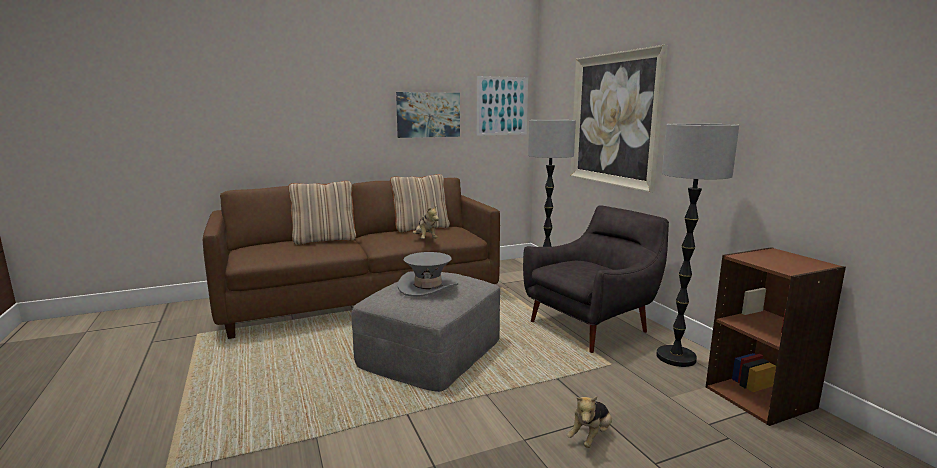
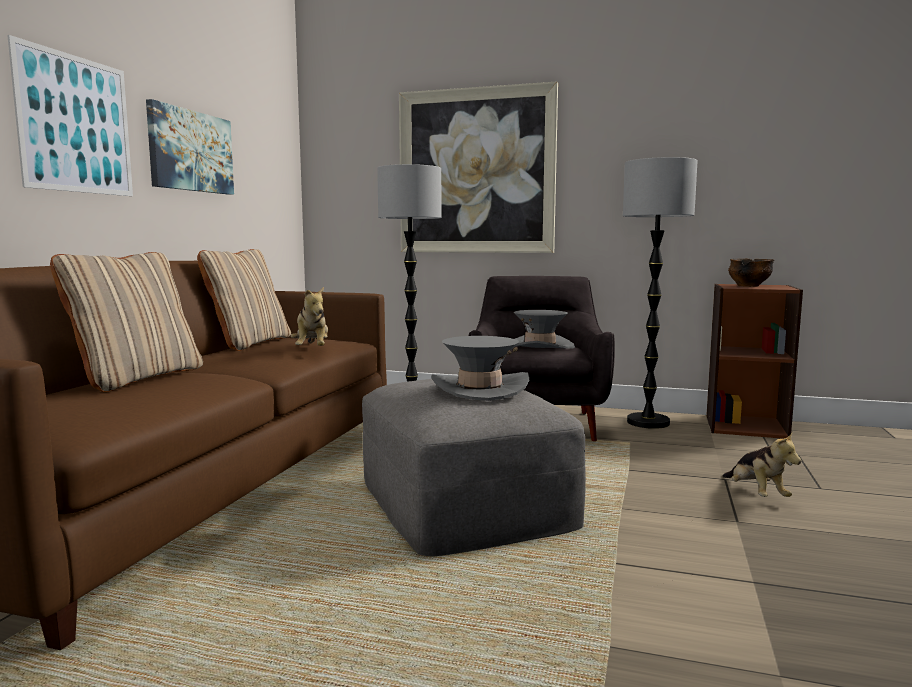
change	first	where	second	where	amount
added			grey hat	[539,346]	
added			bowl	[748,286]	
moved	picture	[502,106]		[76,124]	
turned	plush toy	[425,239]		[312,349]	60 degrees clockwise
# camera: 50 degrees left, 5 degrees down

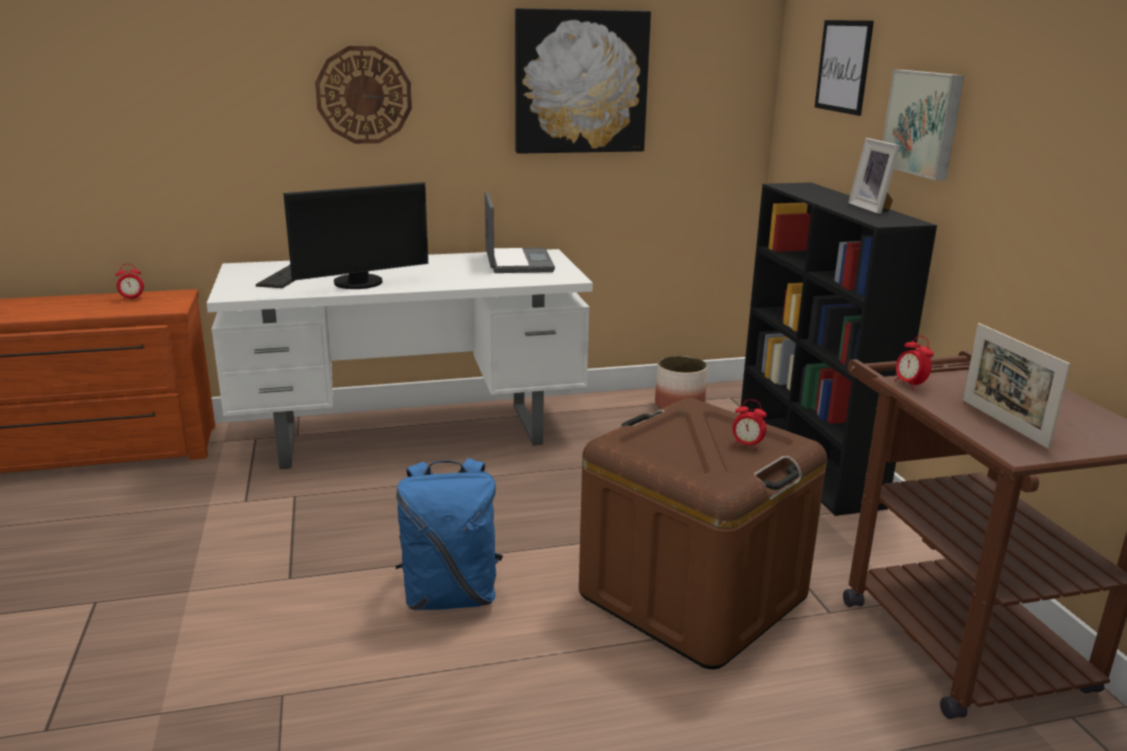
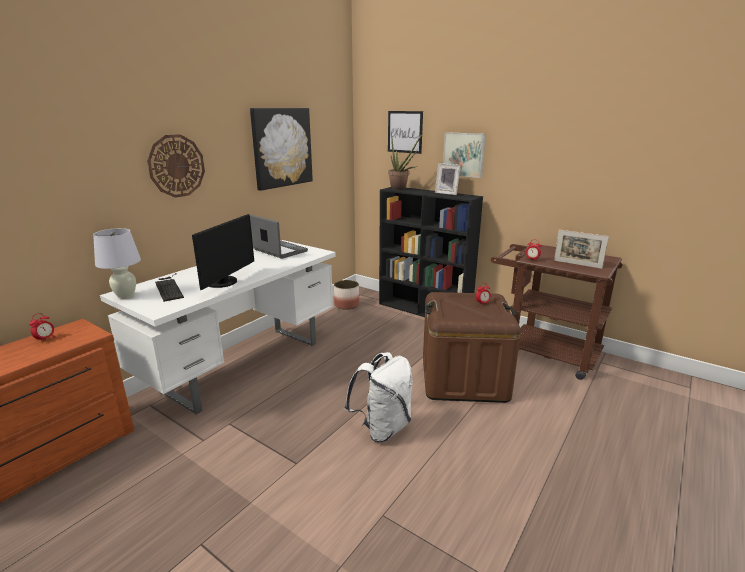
change	first	where	second	where	amount
added			white table lamp	[126,296]	
added			potted plant	[401,189]	
recoloured	blue backpack	[451,596]	white backpack	[382,428]	
# camera: 40 degrees left, 0 degrees up

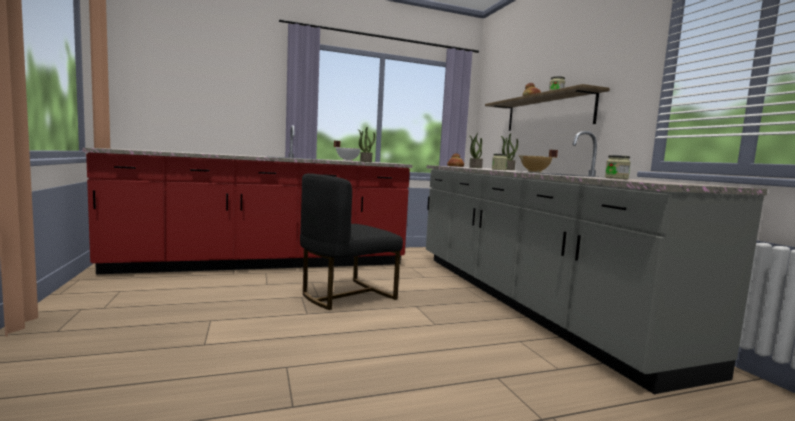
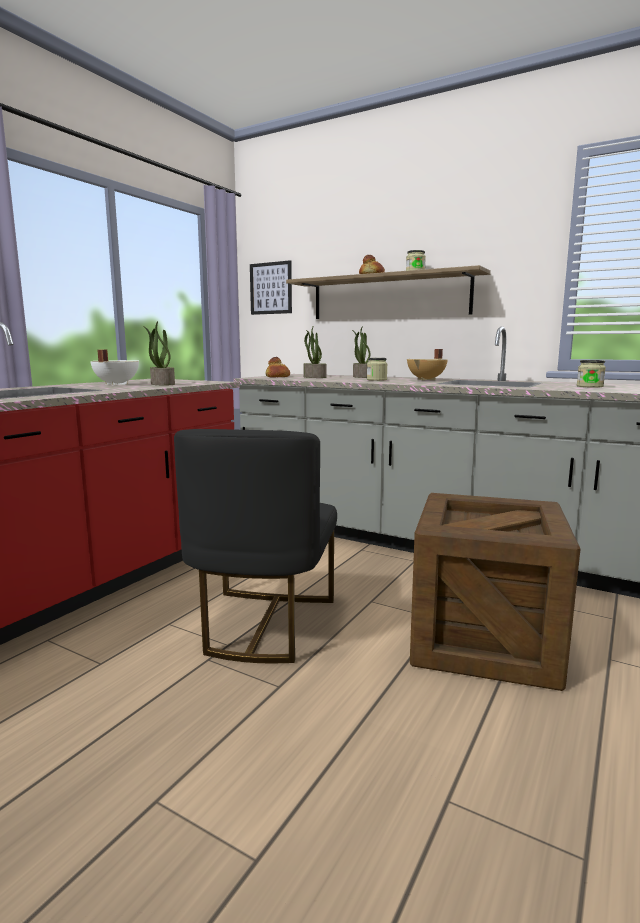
change	first	where	second	where	amount
added			picture	[271,288]	
added			crate	[484,641]	
# camera: 40 degrees left, 5 degrees up

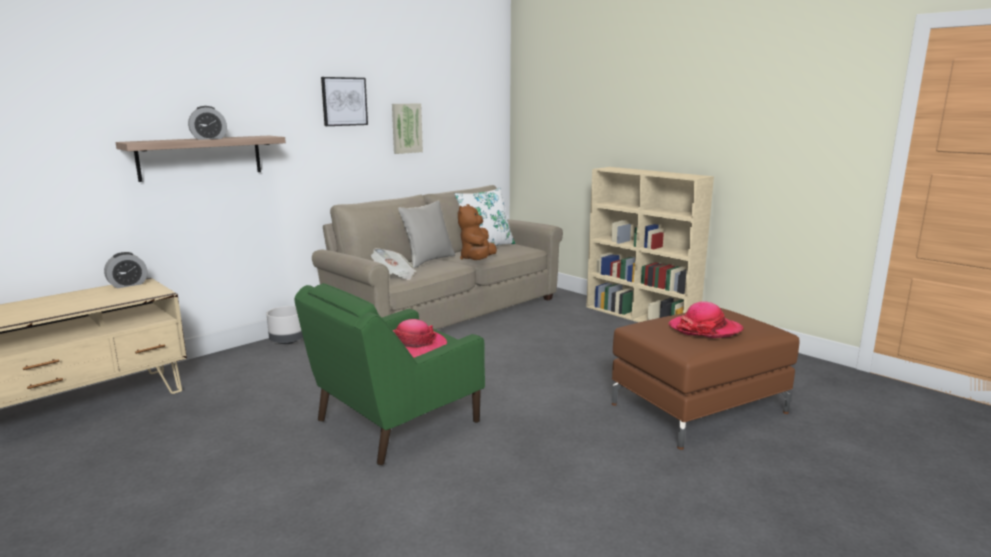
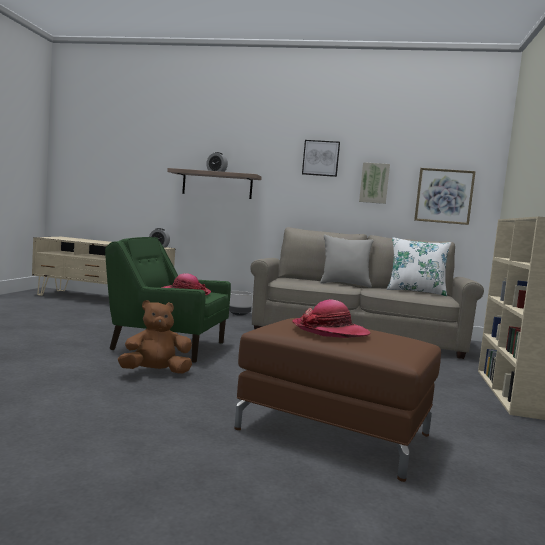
change	first	where	second	where	amount
removed	newspaper	[394,275]			
added			picture	[444,196]	
moved	brown plush toy	[477,260]		[155,372]	
# camera: 55 degrees right, 10 degrees down

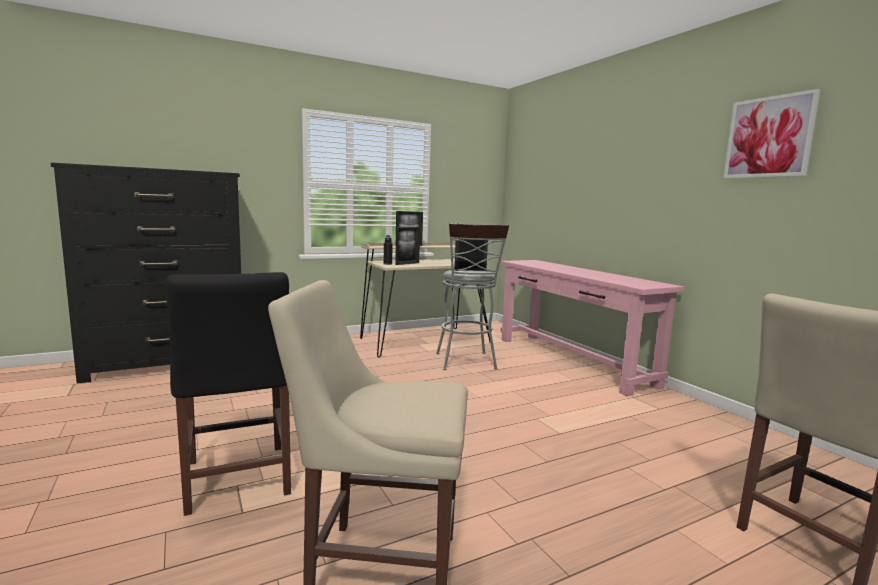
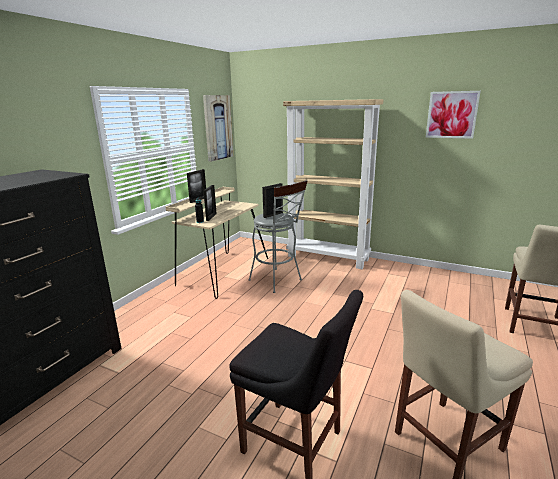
change	first	where	second	where	amount
added			picture	[218,127]	
replaced	pink console table	[571,361]	beige bookcase	[328,258]	
# camera: 35 degrees left, 10 degrees up

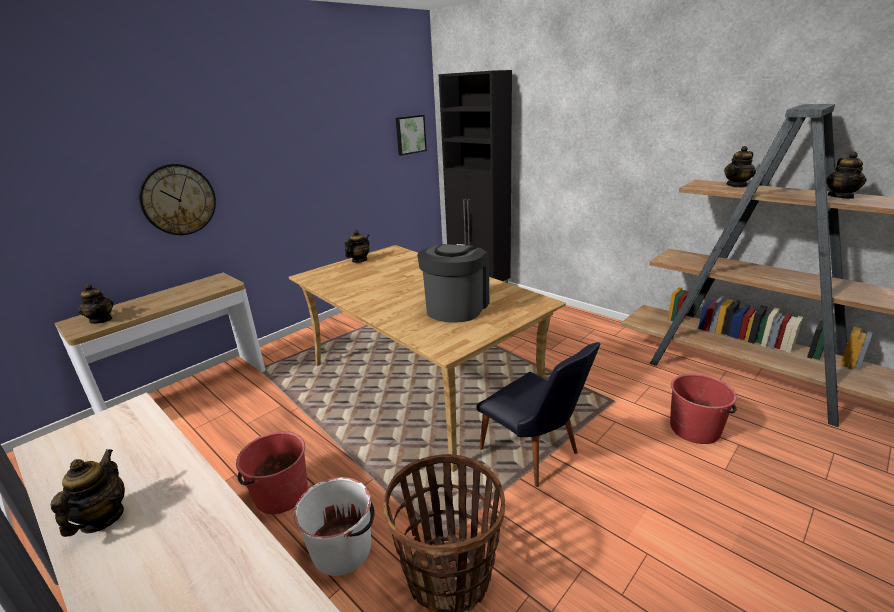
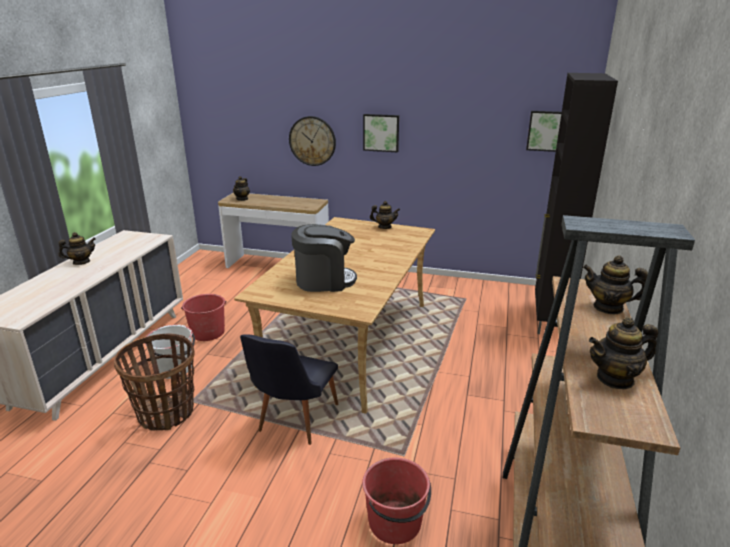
change	first	where	second	where	amount
added			picture	[381,132]	
# camera: 60 degrees right, 0 degrees up

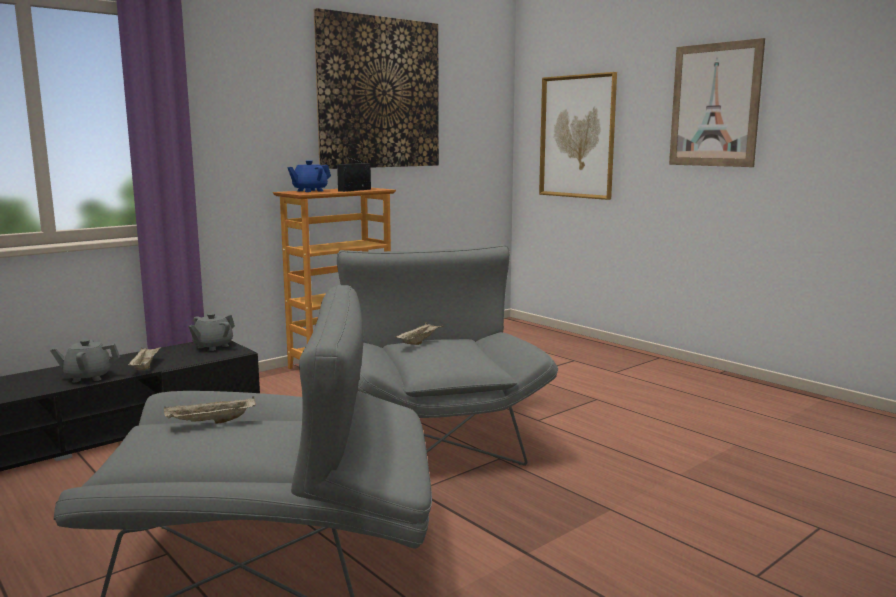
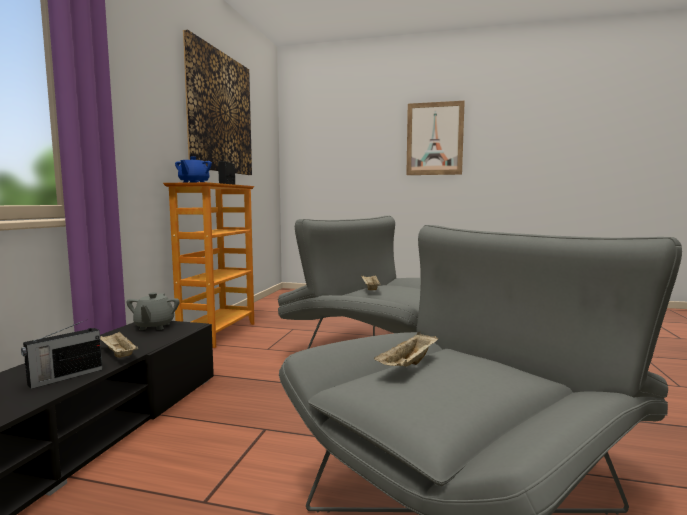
change	first	where	second	where	amount
removed	picture	[577,137]			
replaced	grey teapot	[88,377]	radio	[64,377]	
# camera: 35 degrees left, 5 degrees down

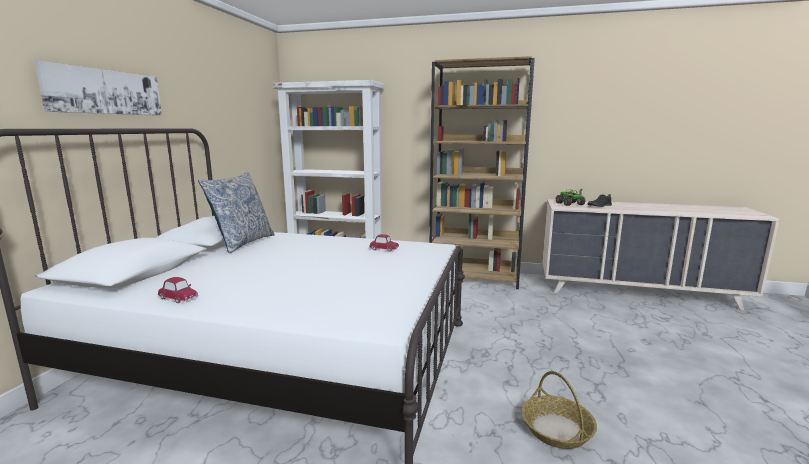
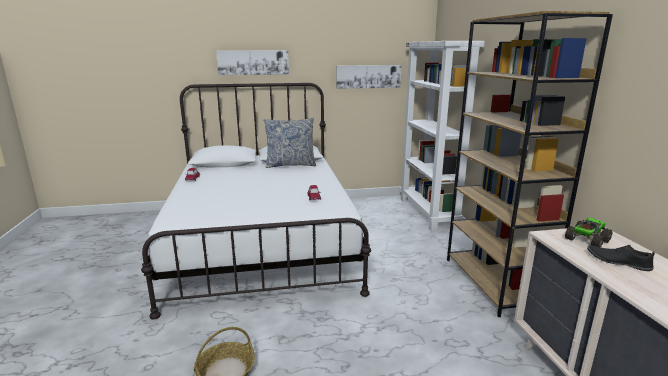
change	first	where	second	where	amount
added			picture	[368,76]	
# camera: 65 degrees right, 5 degrees up

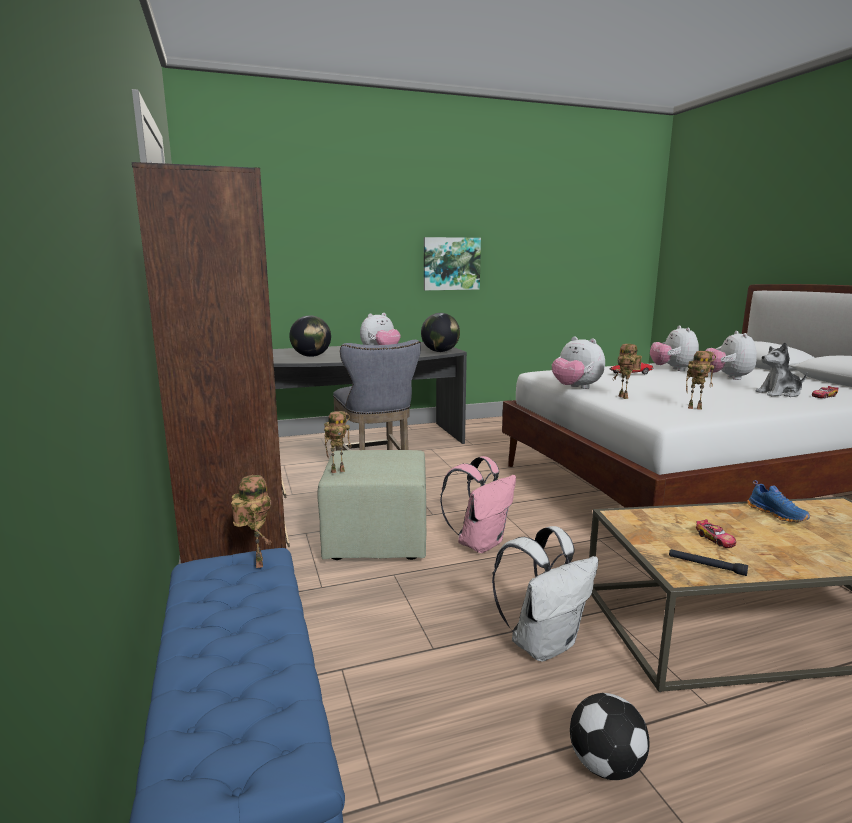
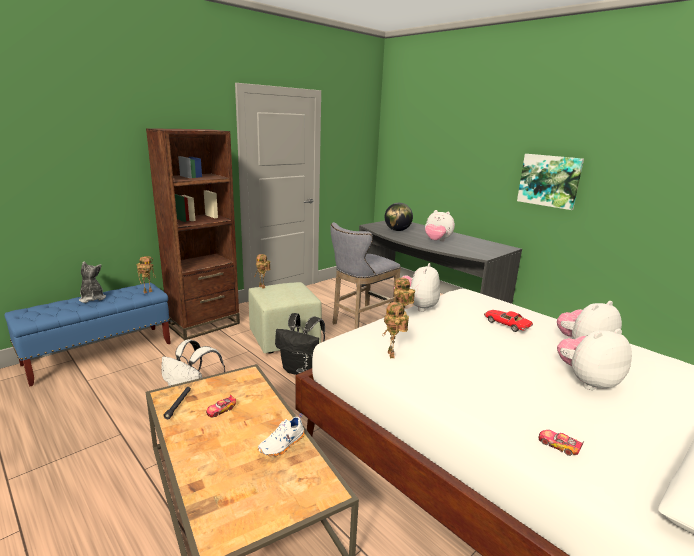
change	first	where	second	where	amount
removed	globe	[440,351]			
removed	football	[606,765]			
moved	plush toy	[779,393]		[92,298]	
recoloured	pink backpack	[480,543]	black backpack	[301,370]	
recoloured	blue shoe	[777,514]	white shoe	[282,445]	
# camera: 65 degrees right, 5 degrees up

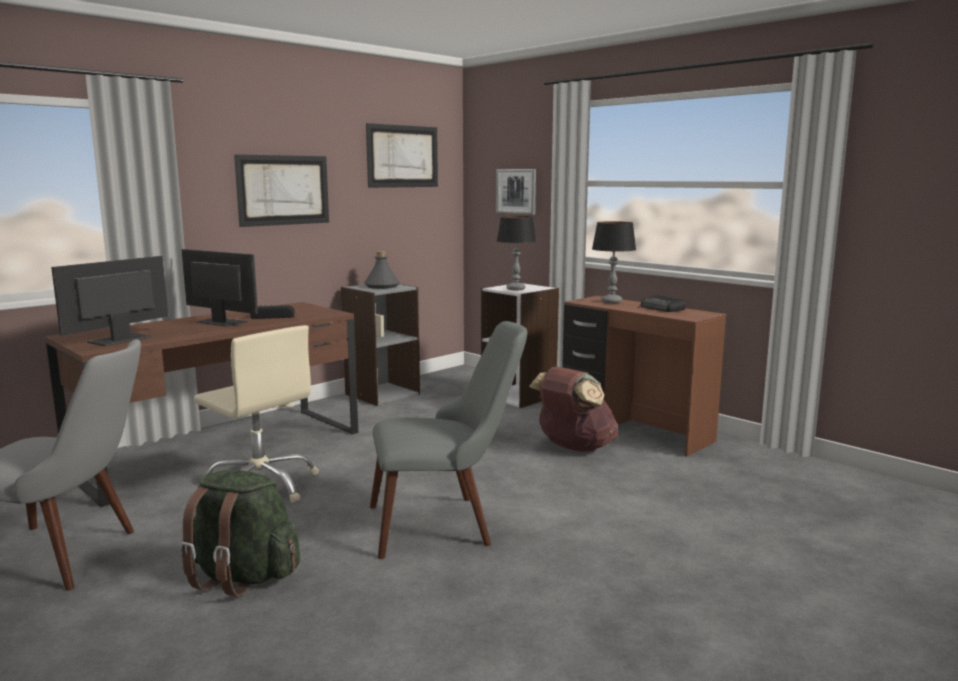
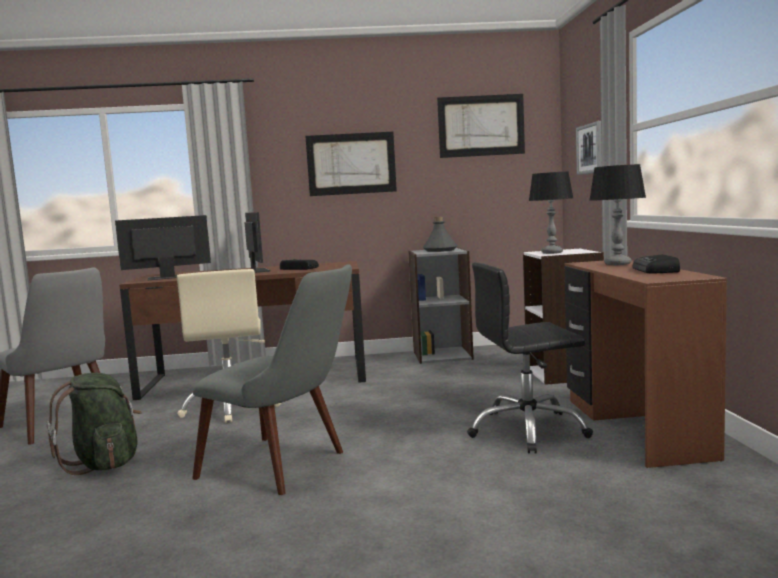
change	first	where	second	where	amount
replaced	brown backpack	[574,447]	black office chair	[528,430]	
# camera: 40 degrees right, 5 degrees down

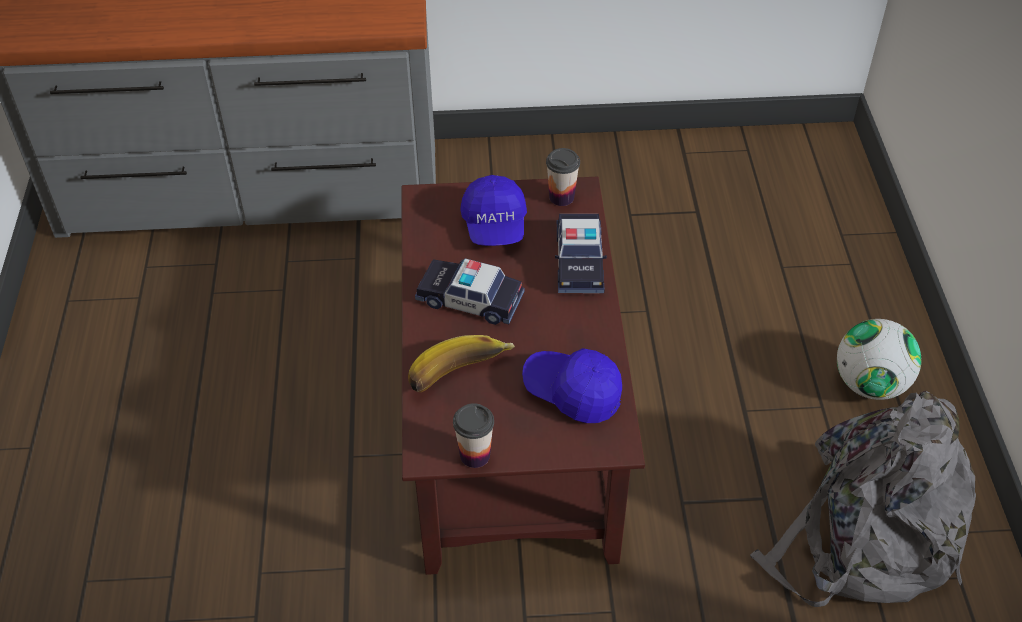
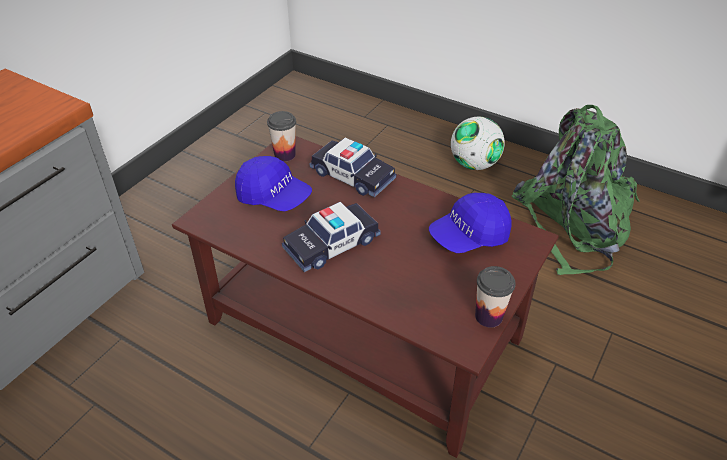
change	first	where	second	where	amount
removed	banana	[460,377]			
recoloured	grey backpack	[863,538]	green backpack	[574,224]	
# camera: 55 degrees left, 5 degrees down

